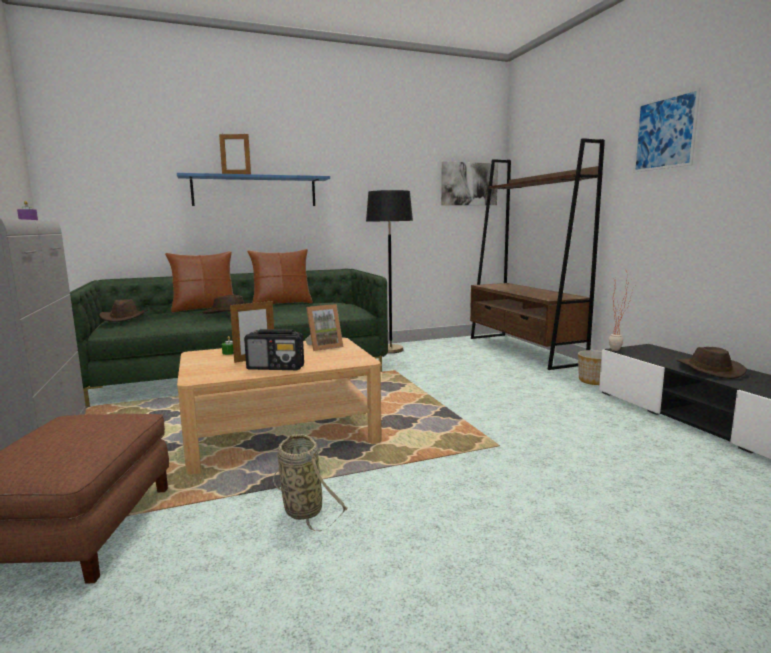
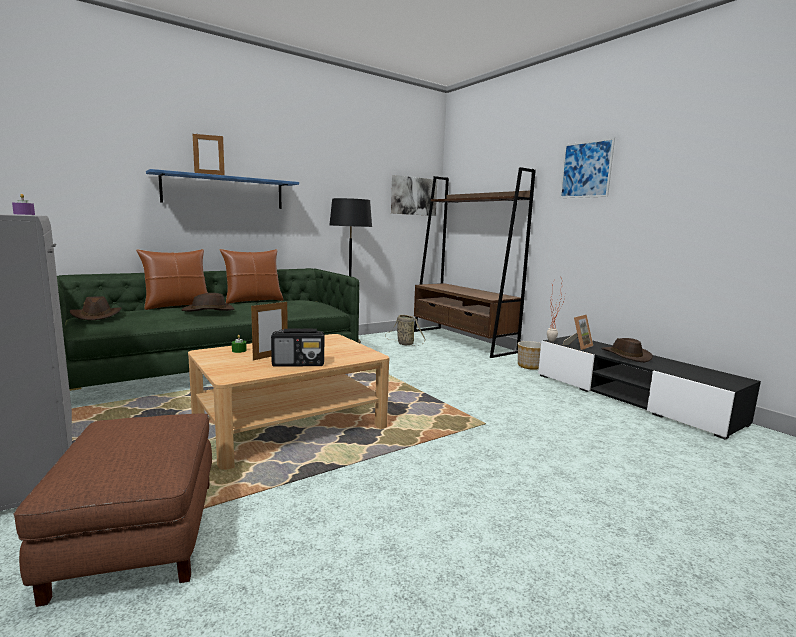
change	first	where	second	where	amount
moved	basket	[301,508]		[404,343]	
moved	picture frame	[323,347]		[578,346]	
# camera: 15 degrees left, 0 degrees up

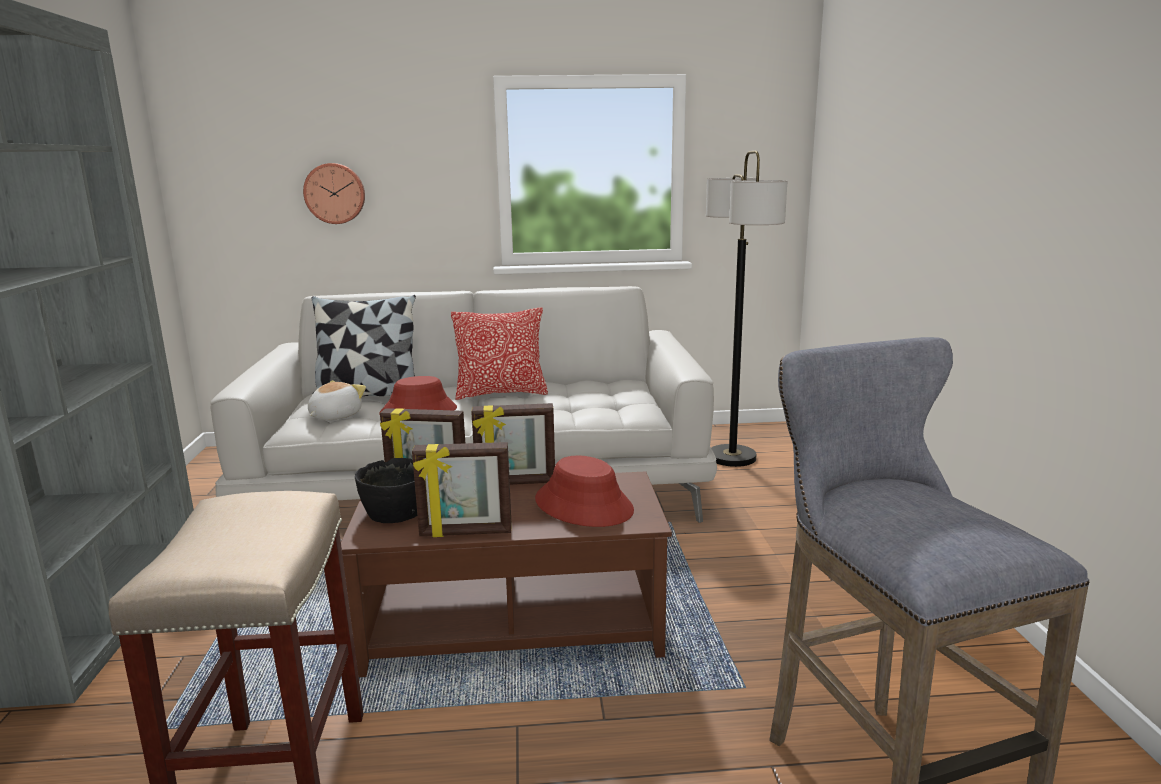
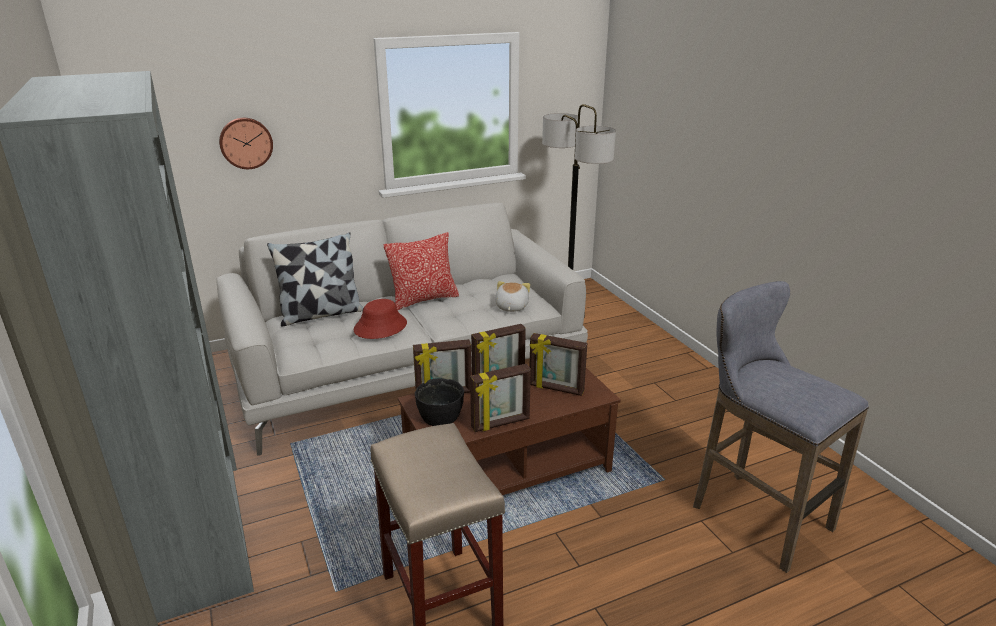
change	first	where	second	where	amount
moved	plush toy	[334,416]		[511,307]	
replaced	red hat	[584,505]	picture frame	[556,389]	
# camera: 20 degrees left, 10 degrees up

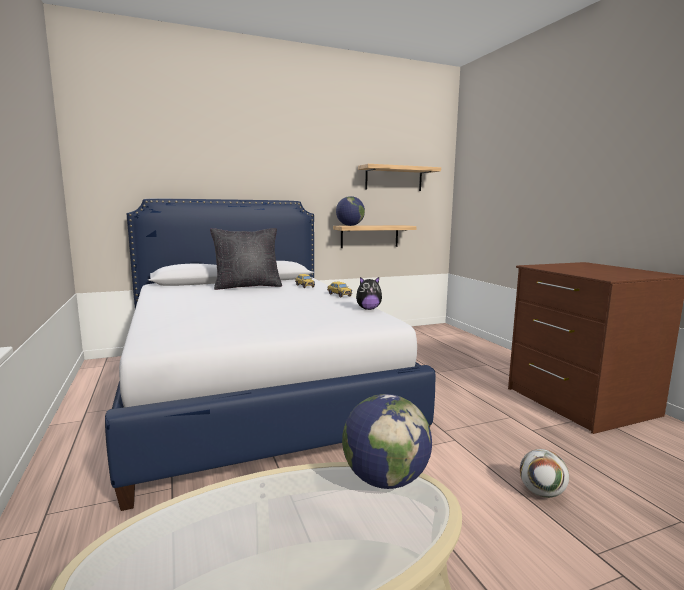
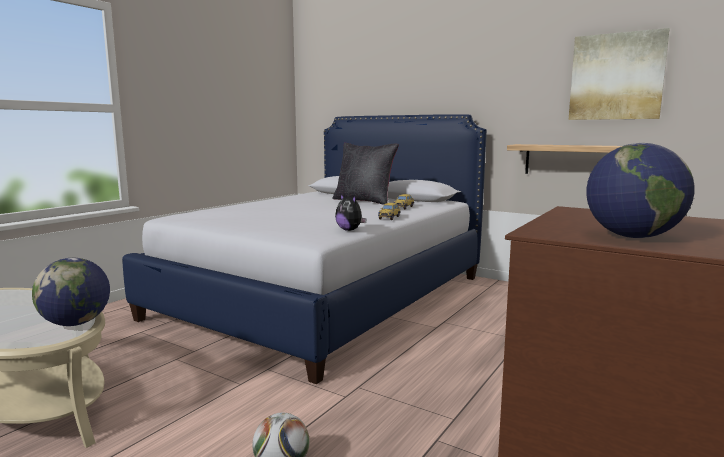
change	first	where	second	where	amount
moved	globe	[350,225]		[632,237]	
replaced	shelf	[393,178]	picture	[616,77]	
# camera: 55 degrees right, 0 degrees up

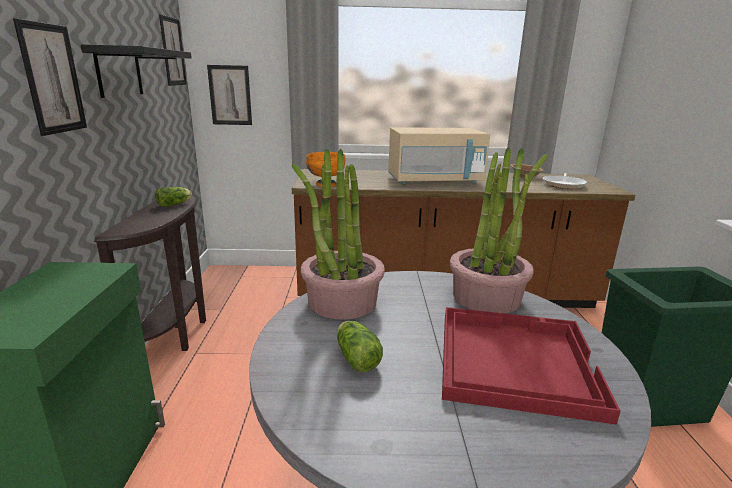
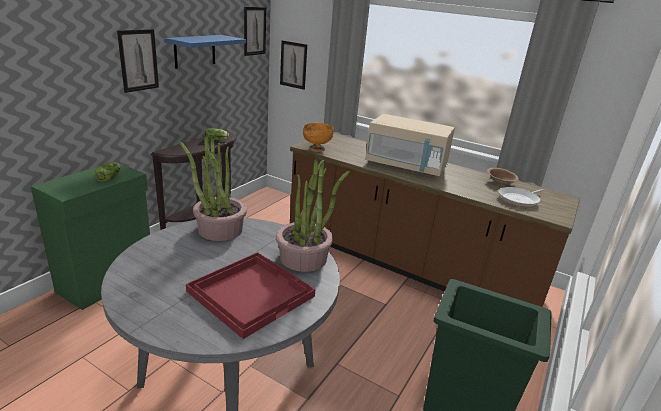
change	first	where	second	where	amount
moved	lettuce	[356,356]		[110,178]	
recoloured	black shelf	[119,72]	blue shelf	[195,51]	
# camera: 30 degrees right, 5 degrees up

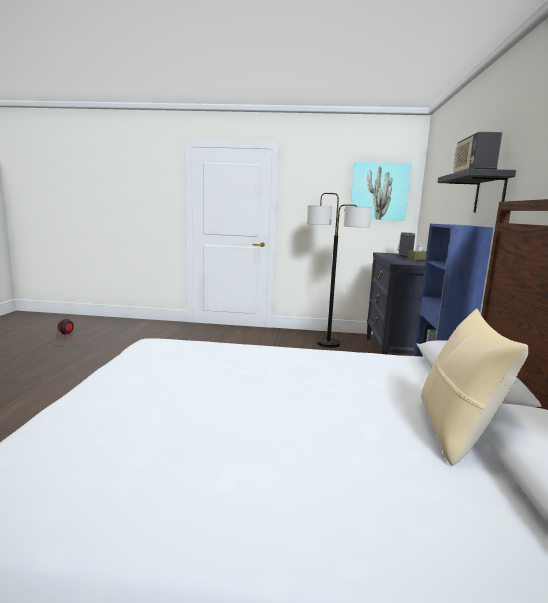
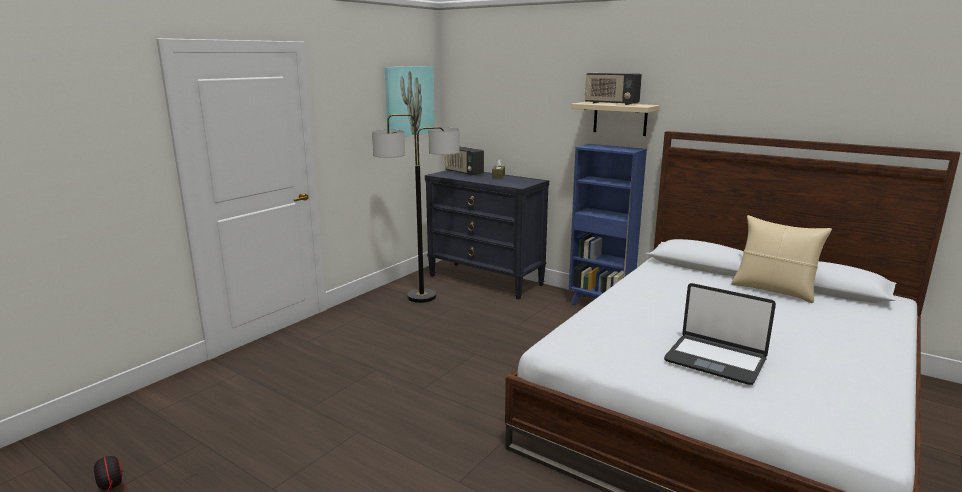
change	first	where	second	where	amount
added			laptop	[715,360]	
recoloured	black shelf	[490,193]	beige shelf	[620,118]	
# camera: 60 degrees left, 5 degrees up

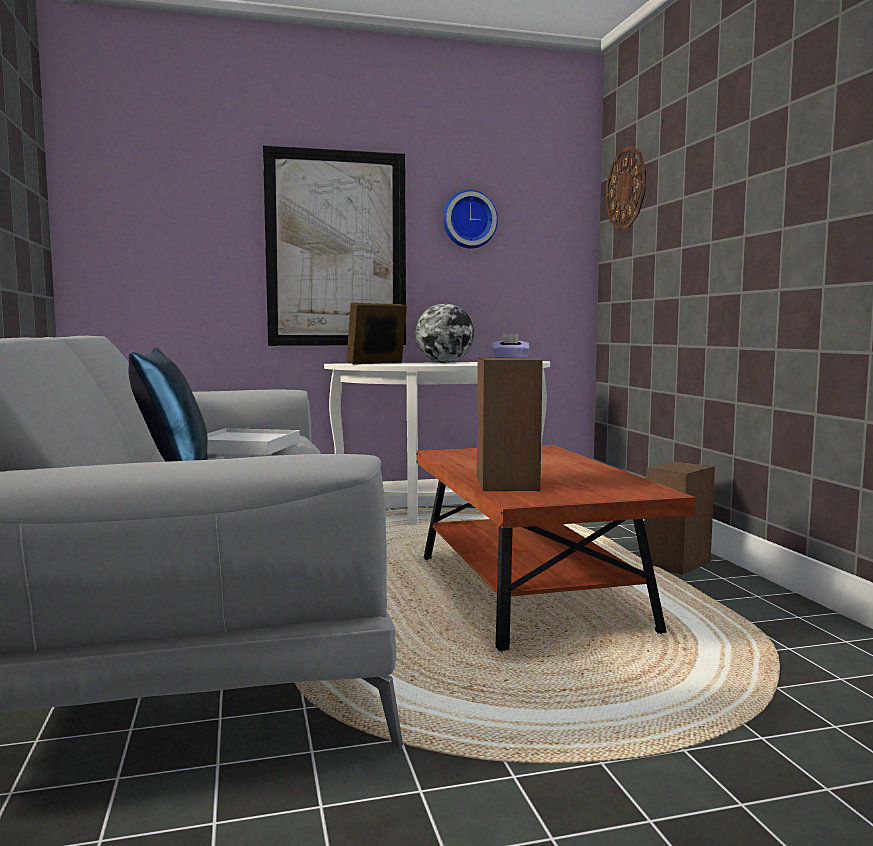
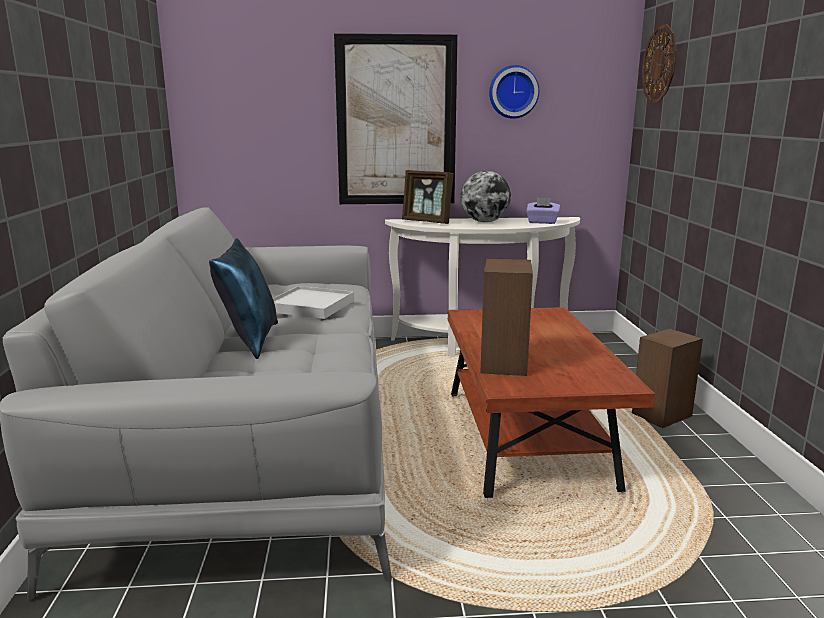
change	first	where	second	where	amount
turned	picture frame	[376,363]		[427,221]	120 degrees counterclockwise
# camera: 10 degrees right, 10 degrees up

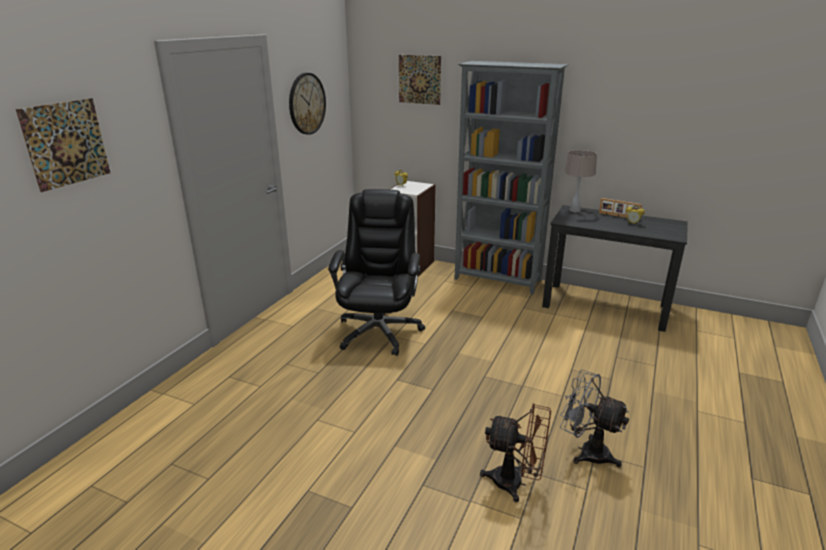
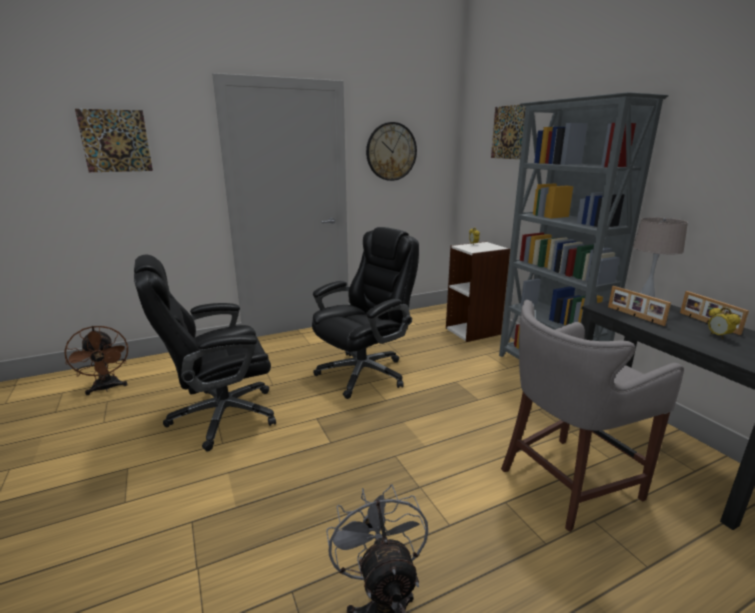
change	first	where	second	where	amount
added			black office chair	[221,416]	
added			grey stool	[564,483]	
added			picture frame	[634,316]	
moved	brown fan	[516,483]		[106,388]	
# camera: 40 degrees right, 5 degrees down

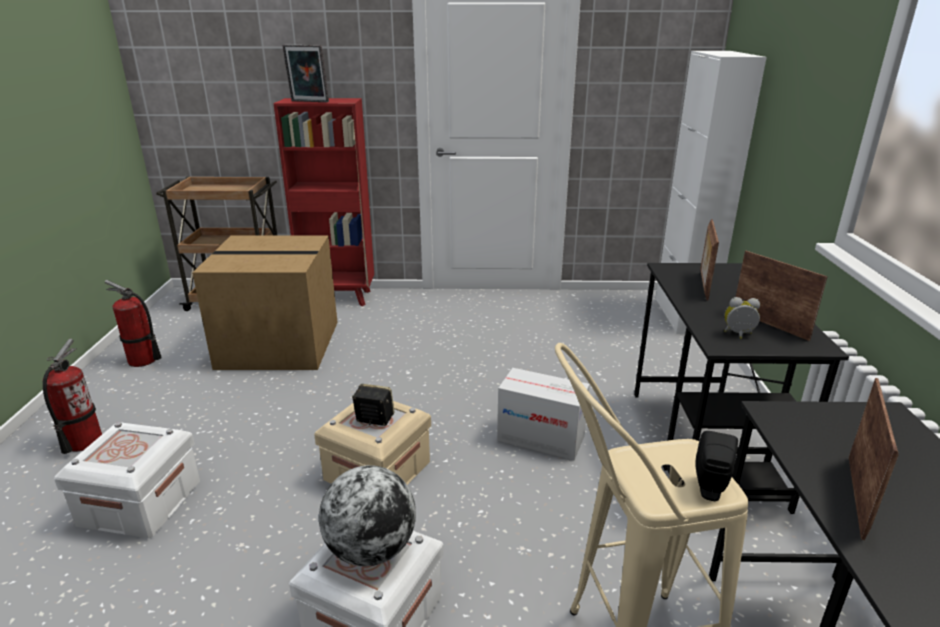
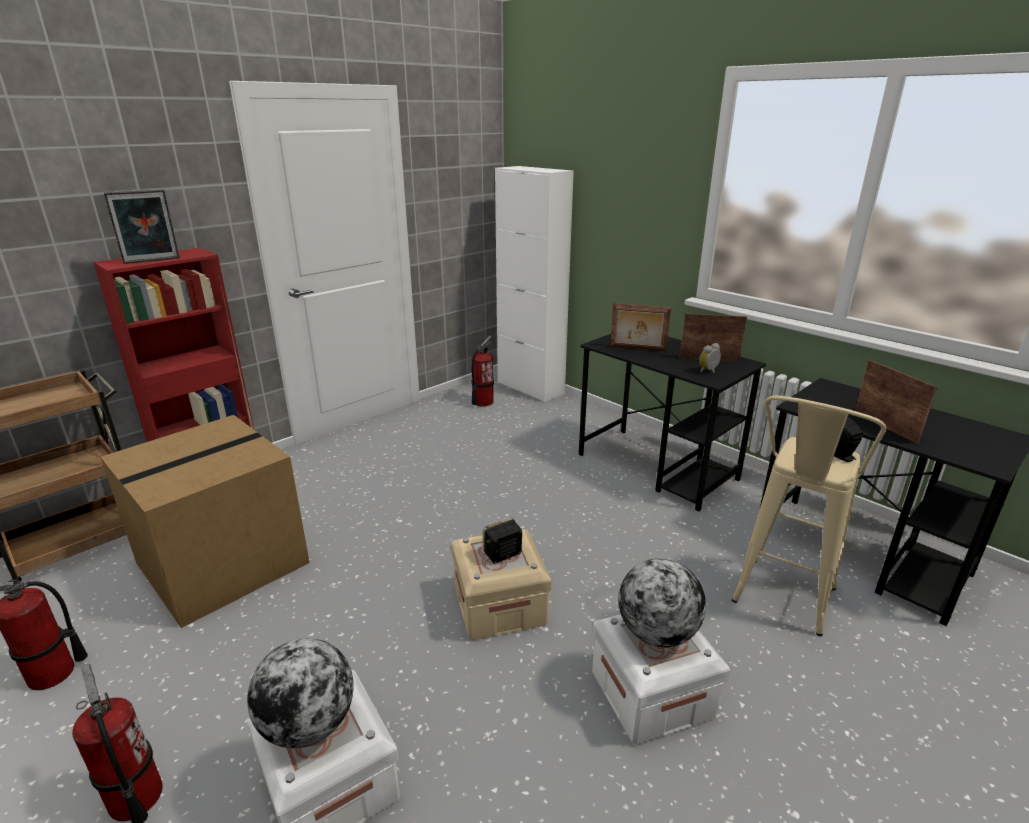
change	first	where	second	where	amount
removed	cardboard box	[541,438]			
added			globe	[308,725]	
added			fire extinguisher	[482,402]	
turned	picture frame	[703,285]		[637,348]	45 degrees counterclockwise
# camera: 45 degrees left, 0 degrees up

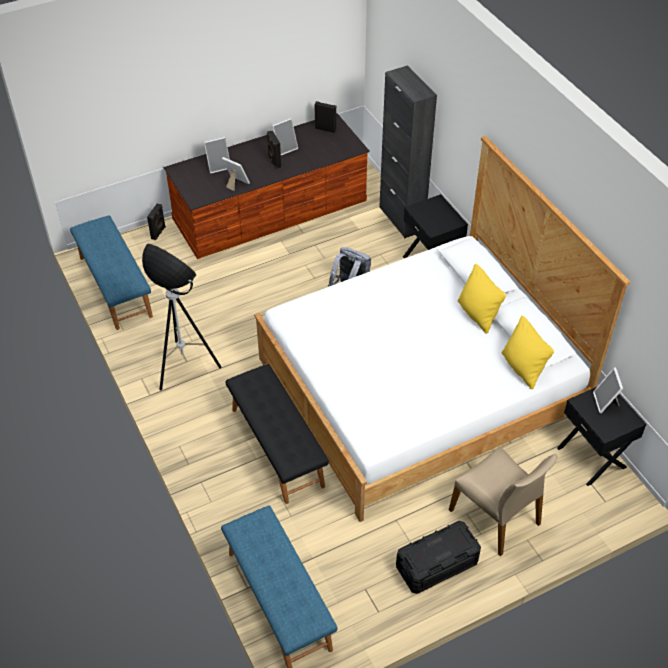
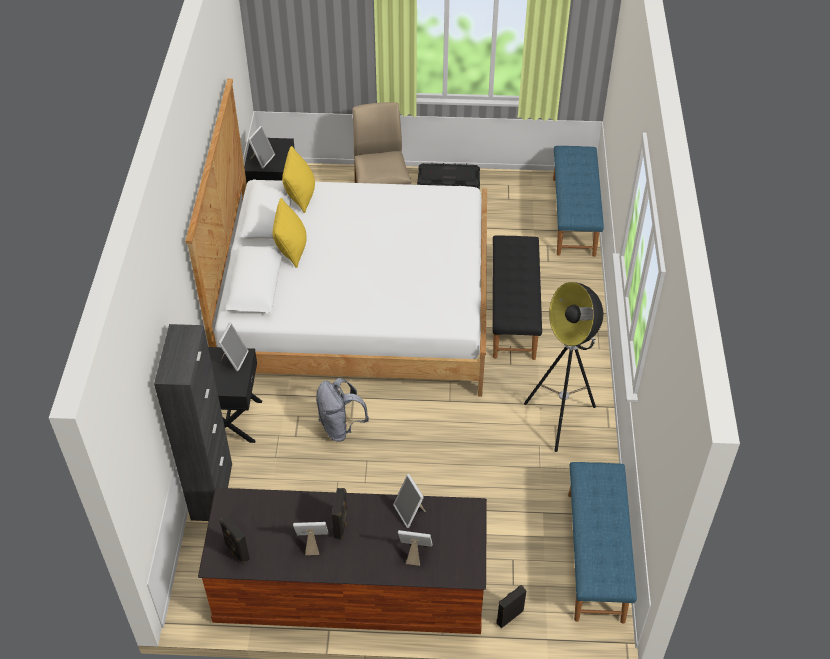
change	first	where	second	where	amount
added			picture frame	[234,359]	
# camera: 150 degrees left, 0 degrees up

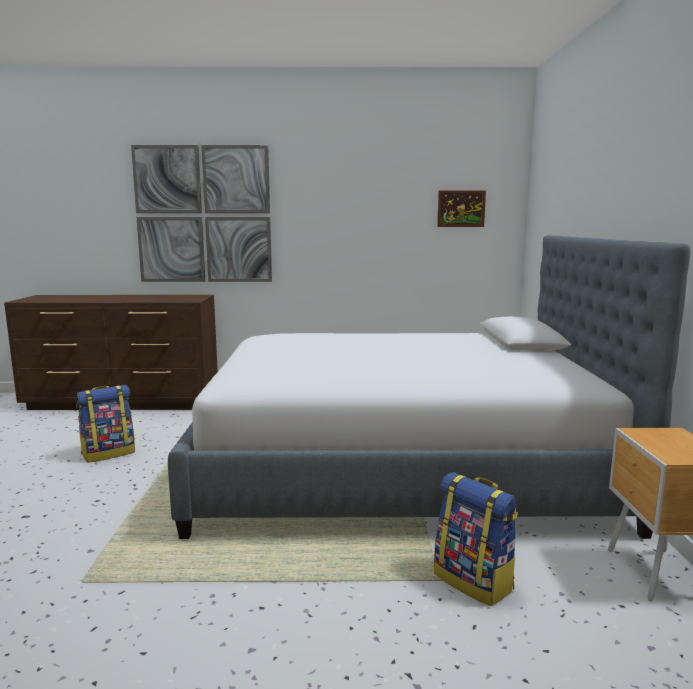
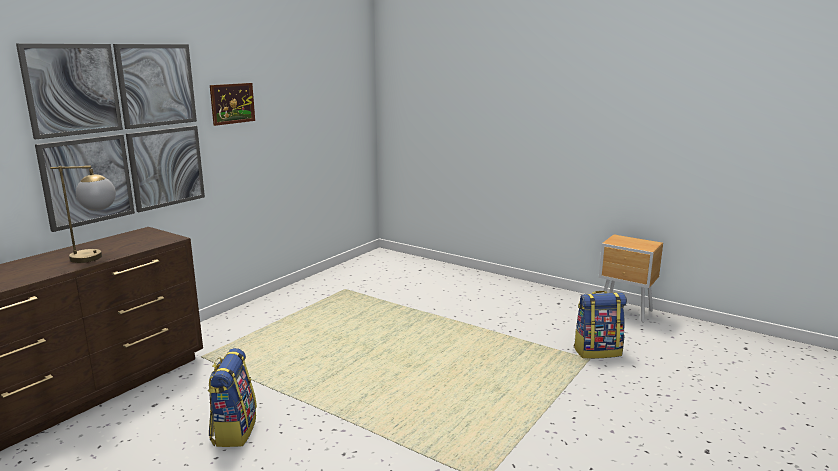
change	first	where	second	where	amount
removed	bed	[399,468]			
added			table lamp	[97,257]	
moved	picture	[461,208]		[232,103]	
# camera: 55 degrees left, 5 degrees up

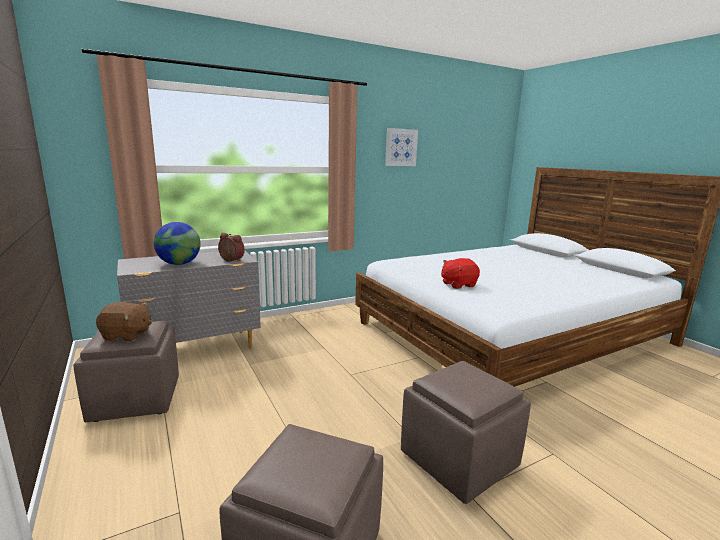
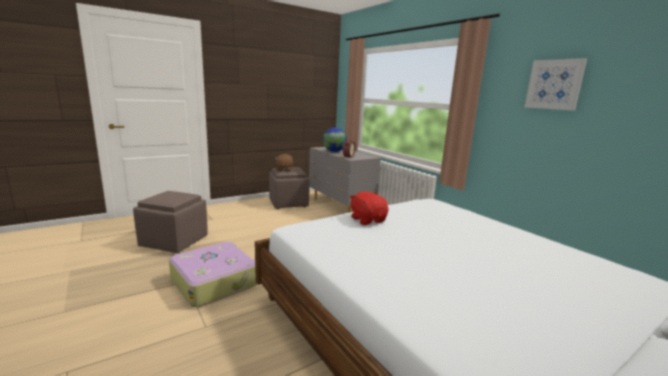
change	first	where	second	where	amount
replaced	brown ottoman	[459,460]	suitcase	[215,281]	
# camera: 85 degrees right, 0 degrees up

